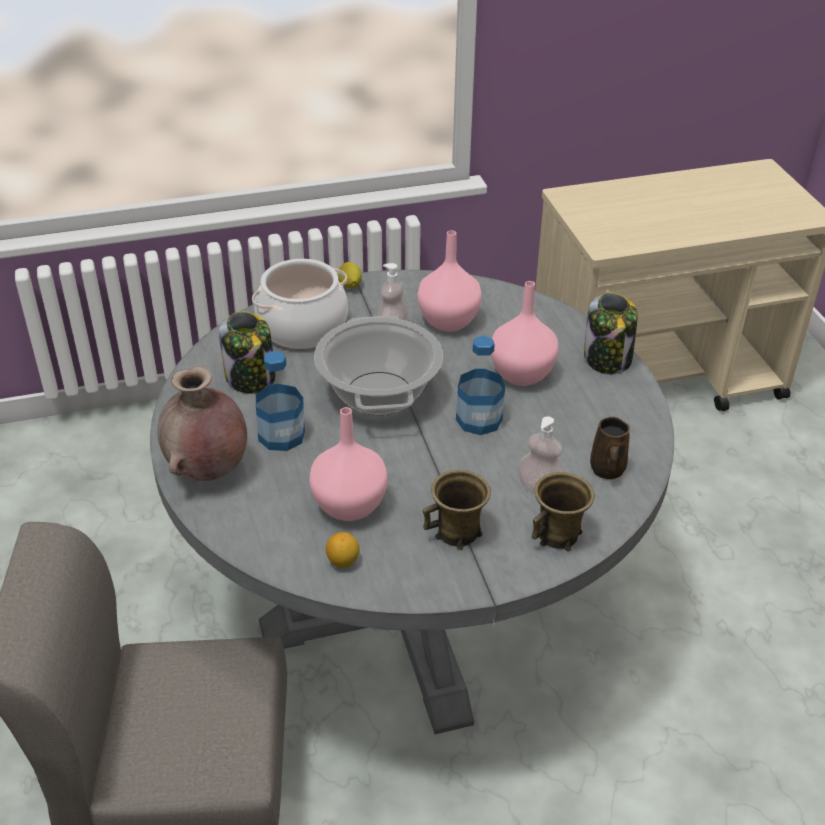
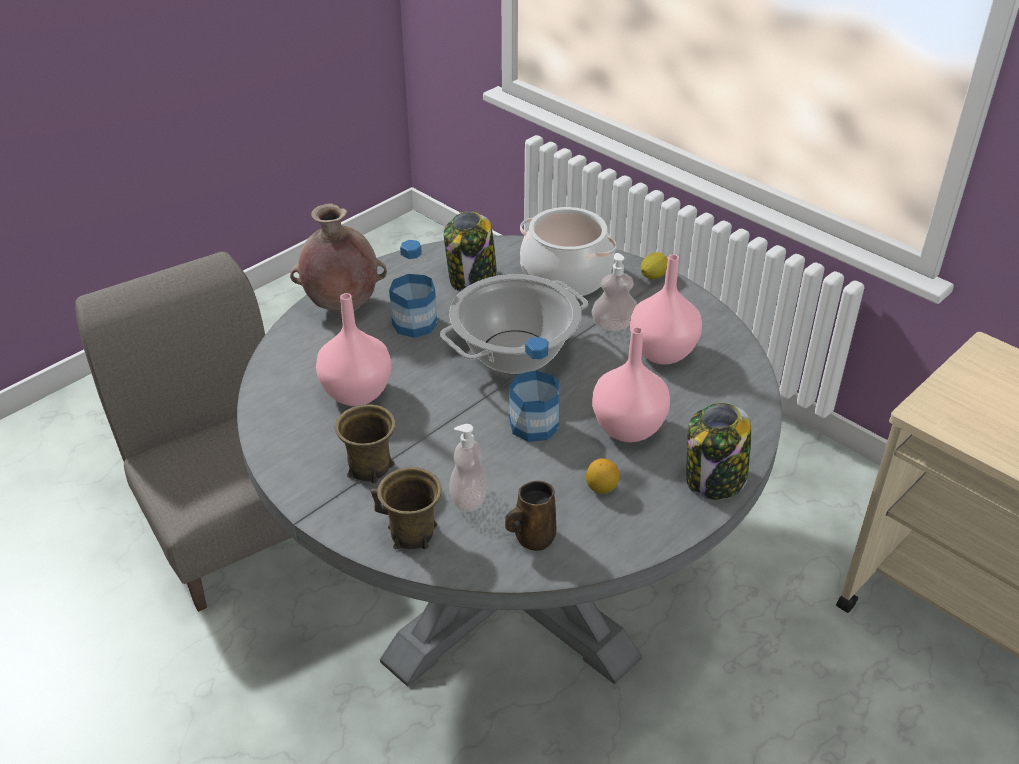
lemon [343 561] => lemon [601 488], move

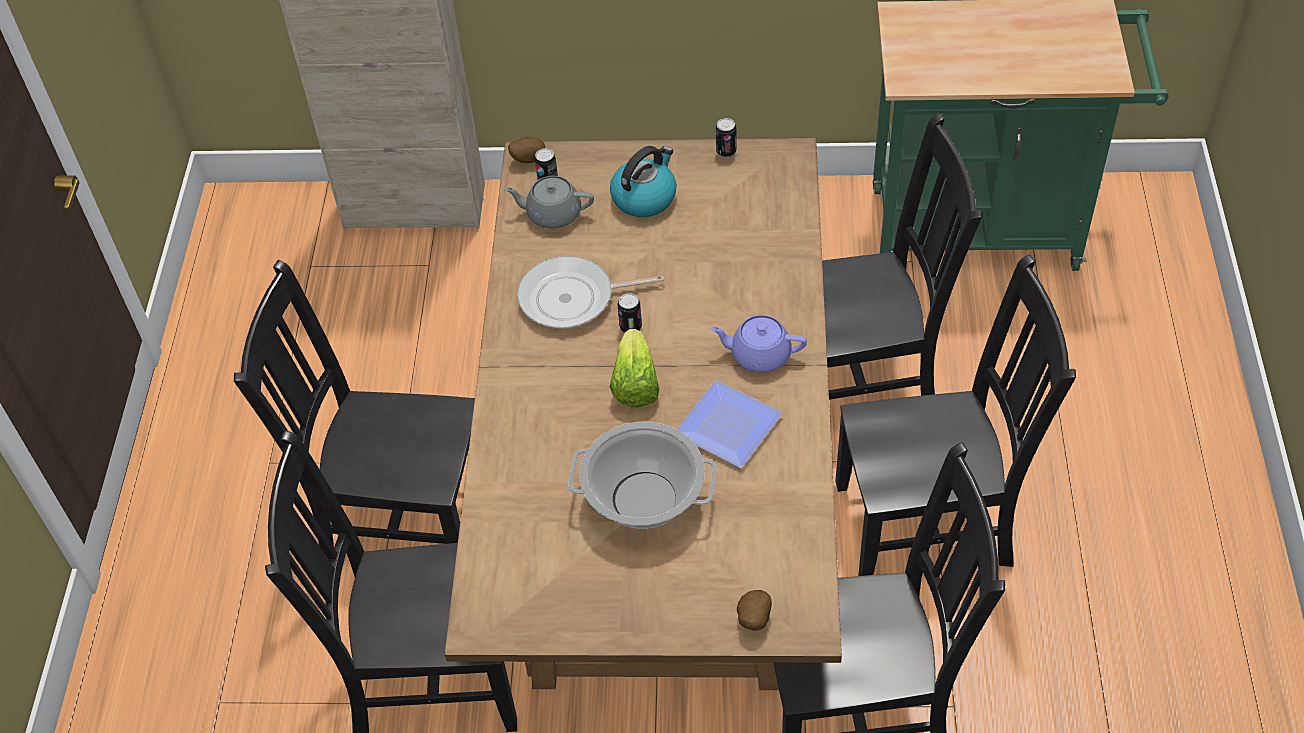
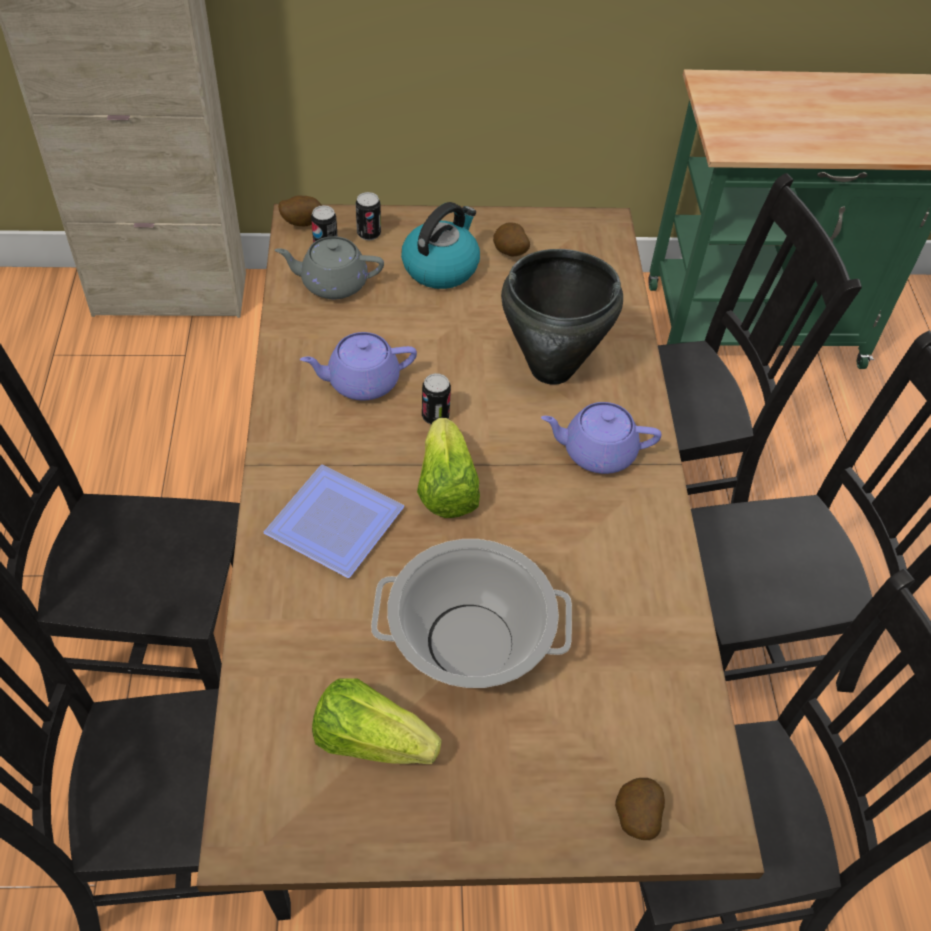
frying pan [572 298] => purple teapot [361 381]
plate [732 426] => plate [340 522], move
can [726 151] => can [369 234], move
nothing => lettuce [371 739]
nothing => potato [509 254]
nothing => black cooking pot [552 369]

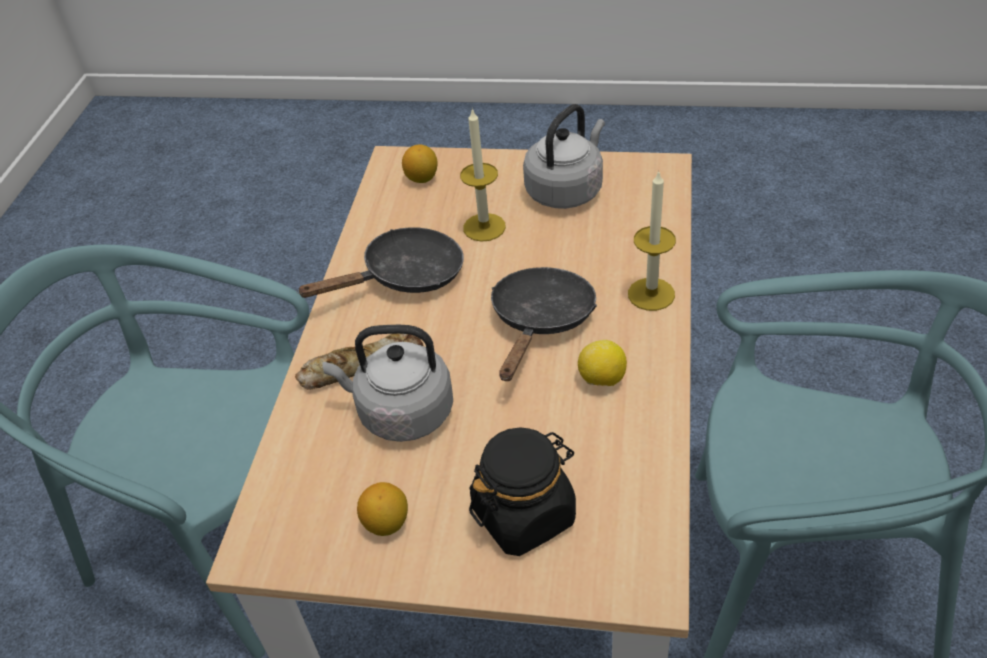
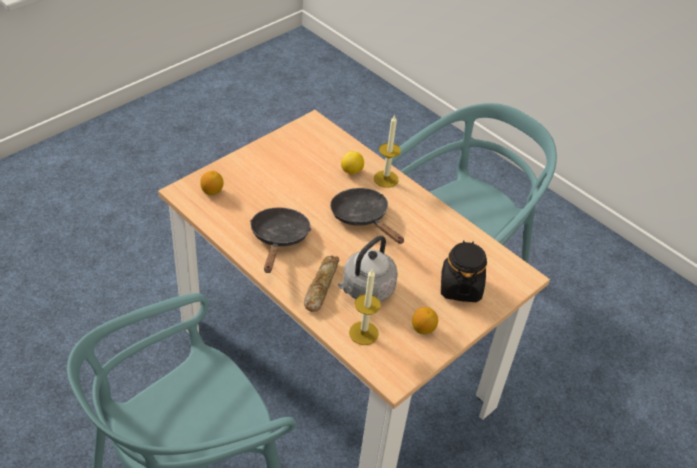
candle [484 227] => candle [363 333], move
grey kettle [566 190] => nothing
lemon [601 379] => lemon [352 172], move

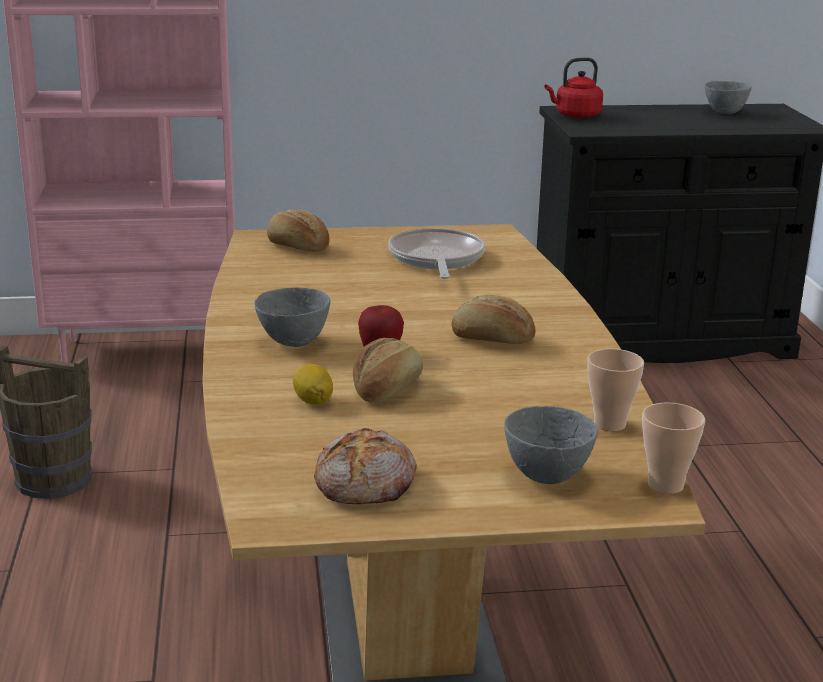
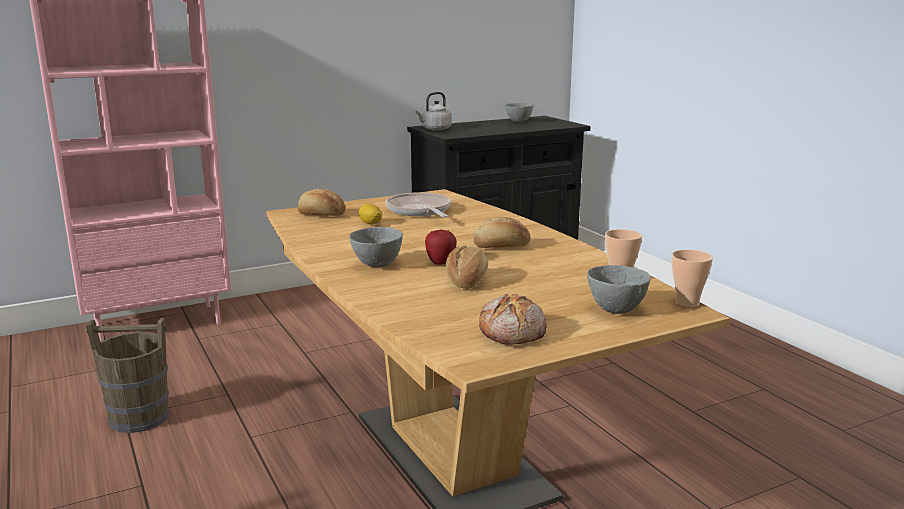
lemon [313 401] => lemon [370 223], move
red kettle [575 115] => grey kettle [435 129]

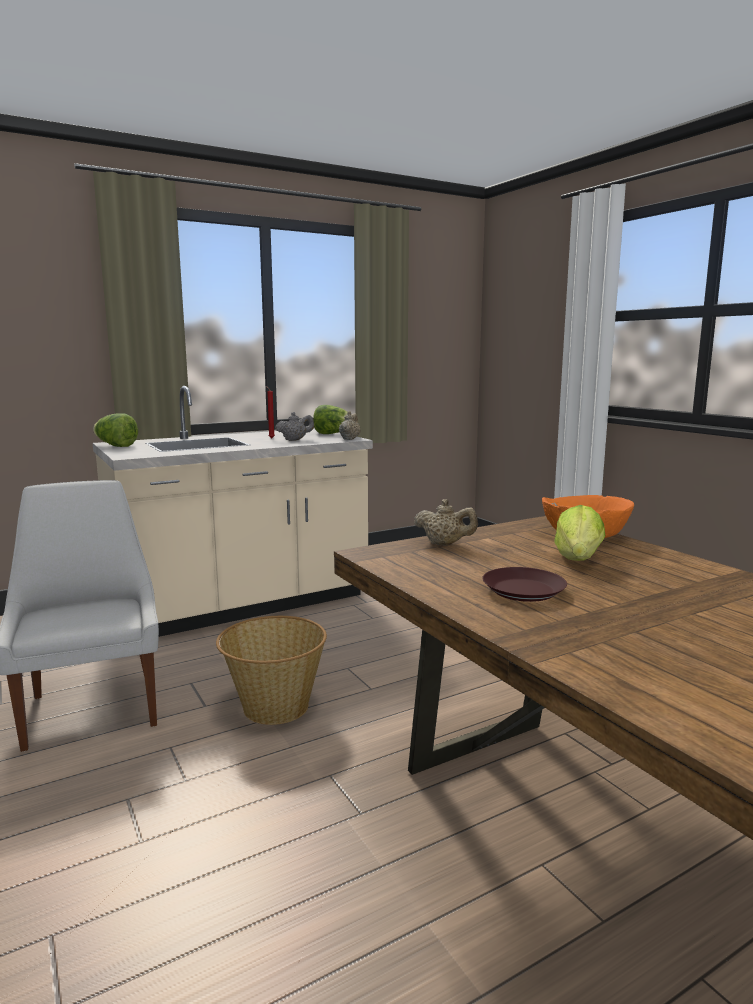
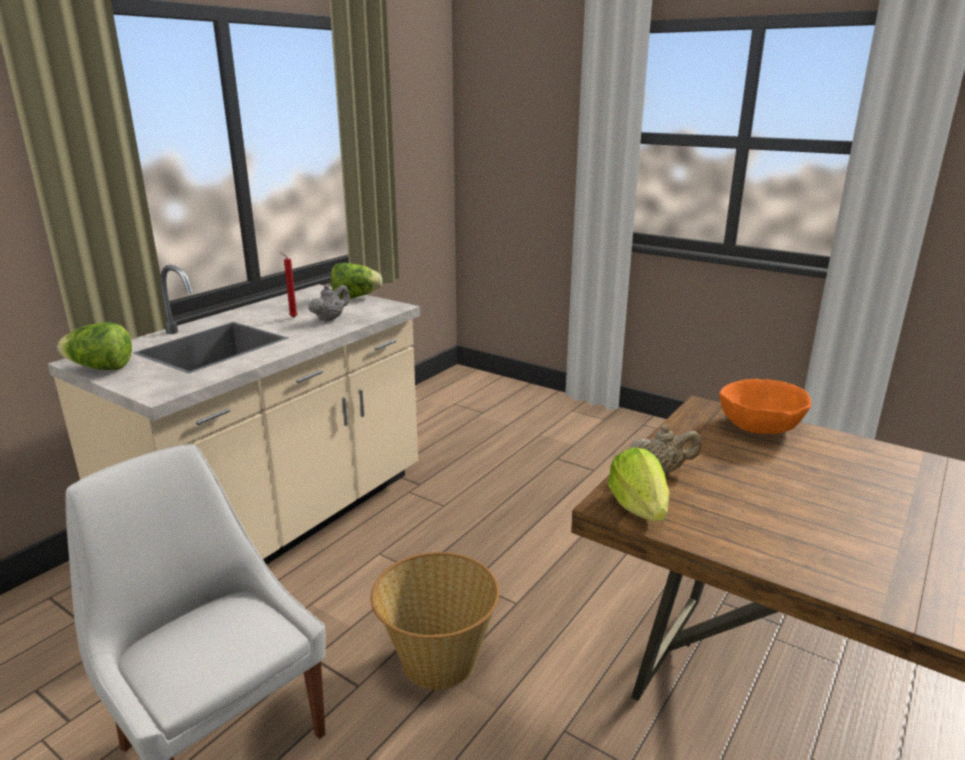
beige teapot [350 439] => nothing
brown plate [524 590] => nothing
lettuce [578 559] => lettuce [639 508], move

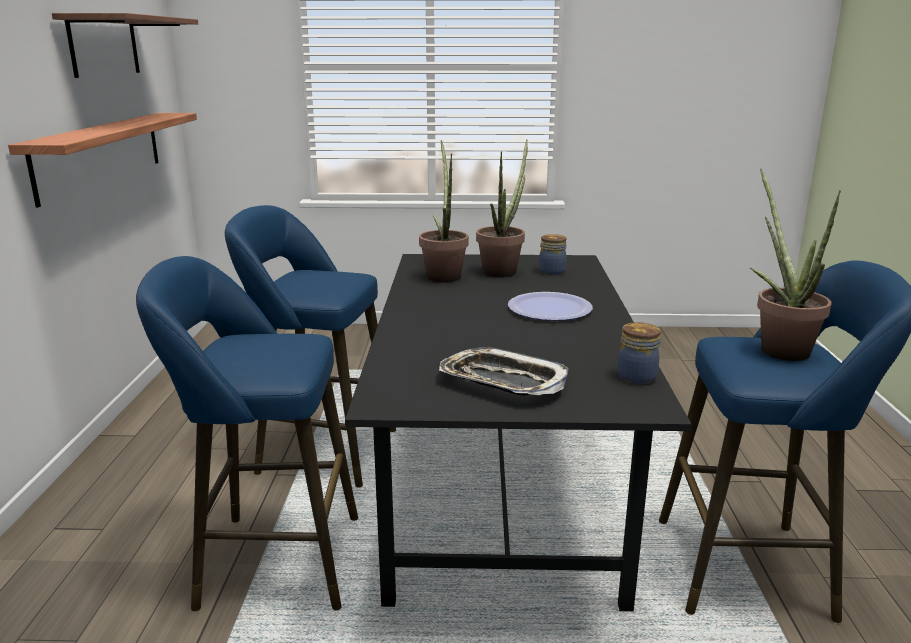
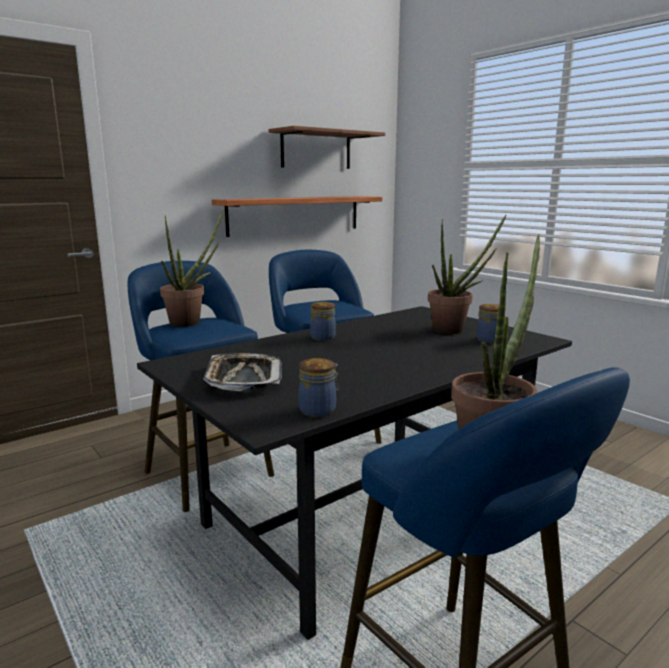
potted plant [443 275] => potted plant [191 322], move
plate [549 309] => nothing
nothing => jar [322 337]

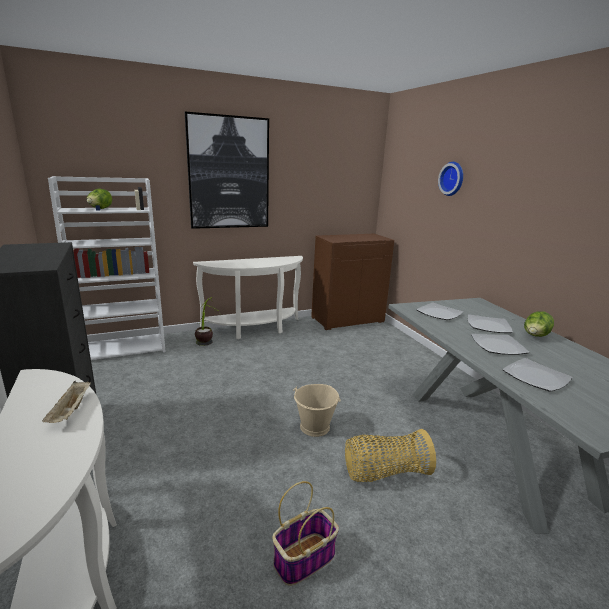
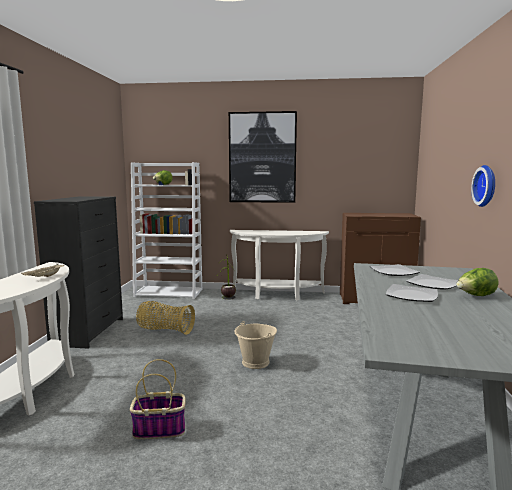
basket [384 473] => basket [165 330], move
wall clock [453 179] => wall clock [487 186], move
plate [535 377] => nothing

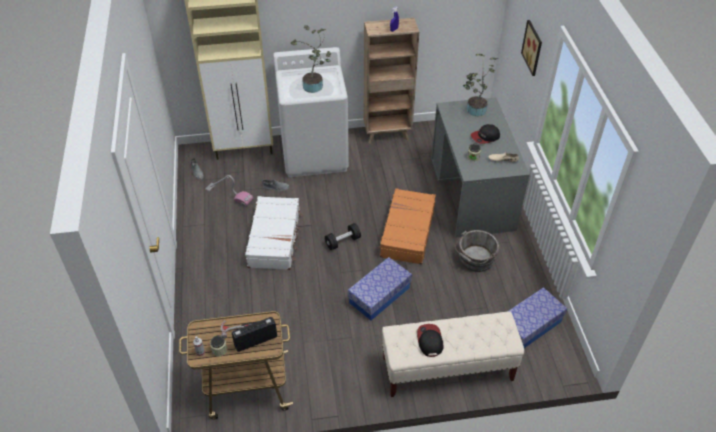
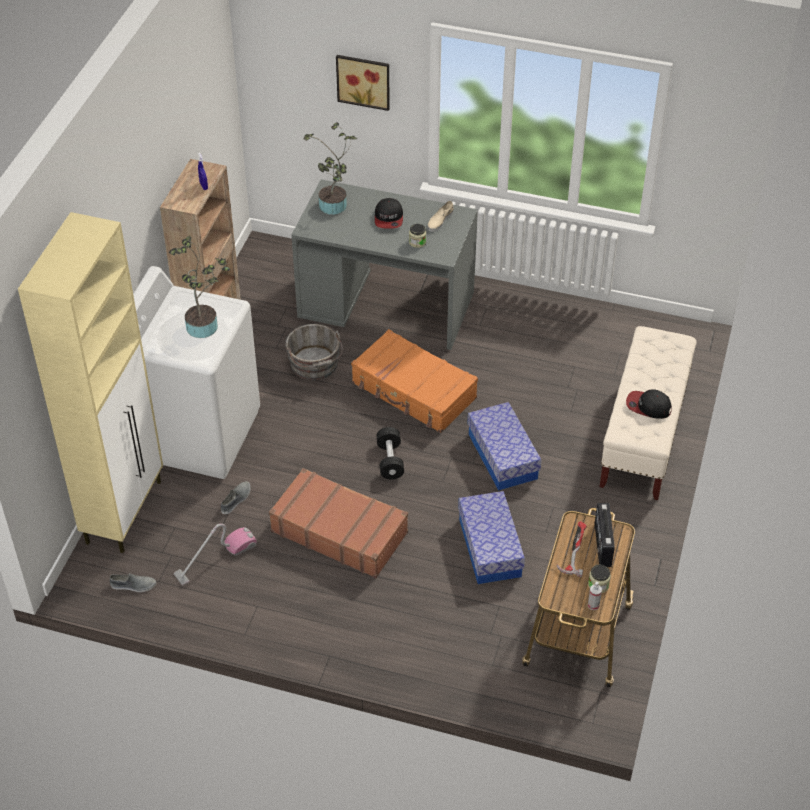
white suitcase [275 239] => brown suitcase [339 531]
grey bucket [475 260] => grey bucket [315 366], move
storage box [529 326] => storage box [490 548], move

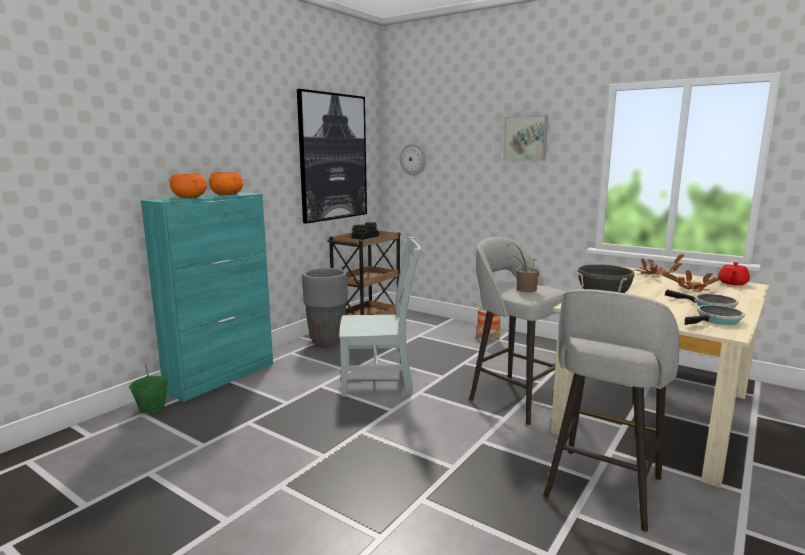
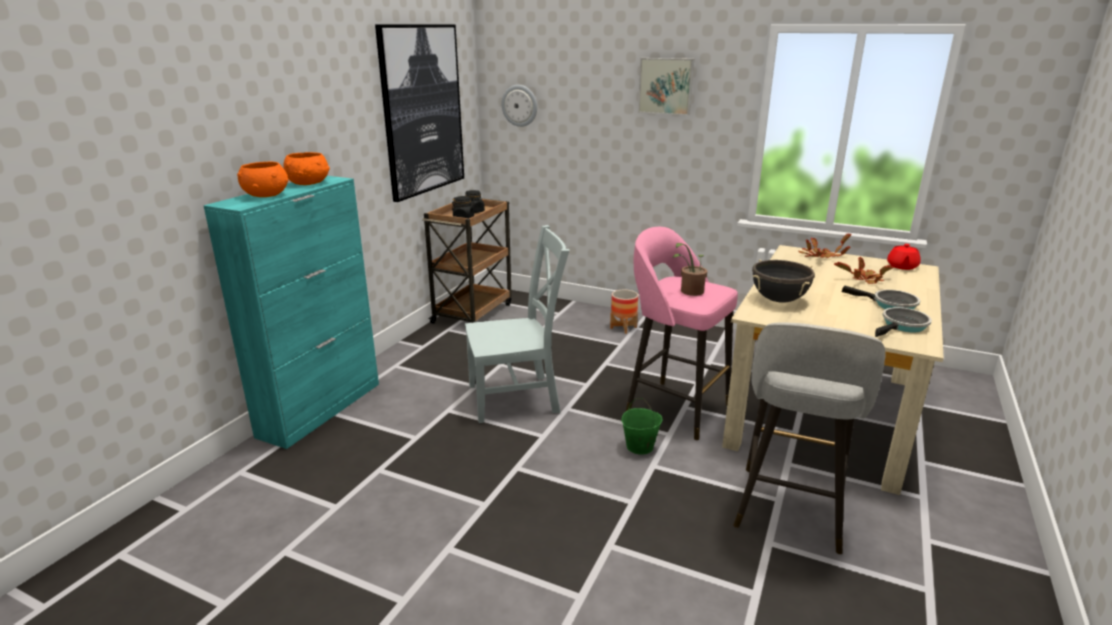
green bucket [151 408] => green bucket [639 447], move
grey planter [327 341] => nothing
grey stool [515 399] => pink stool [675 408]

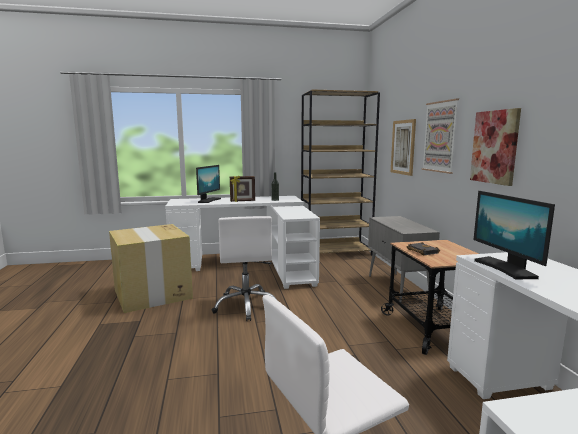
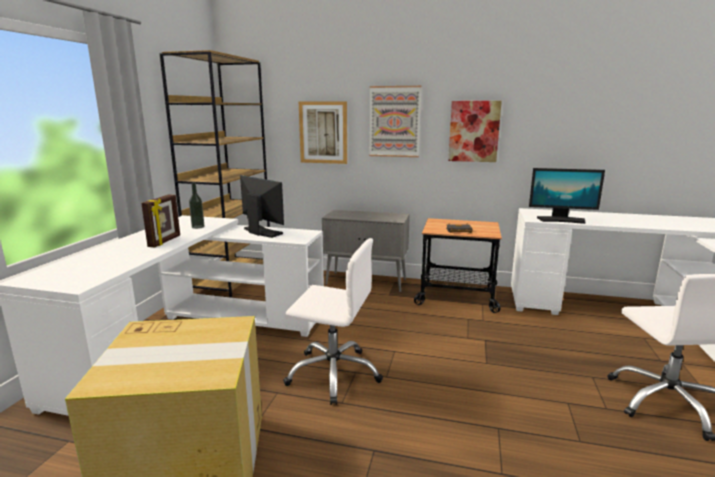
monitor [208 200] => monitor [261 232], move

